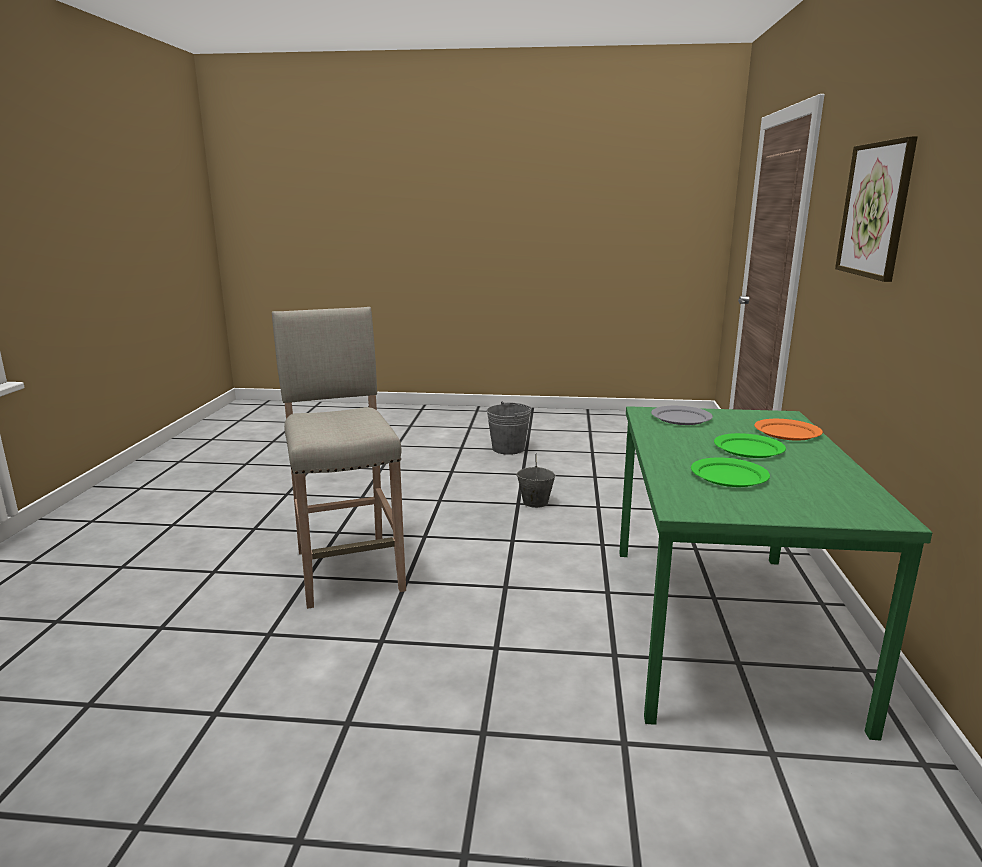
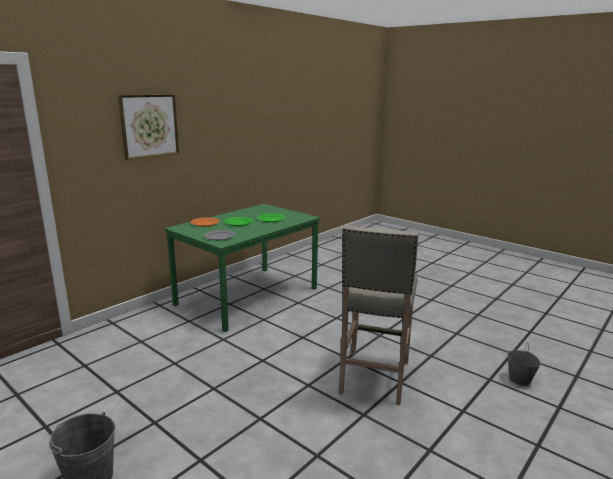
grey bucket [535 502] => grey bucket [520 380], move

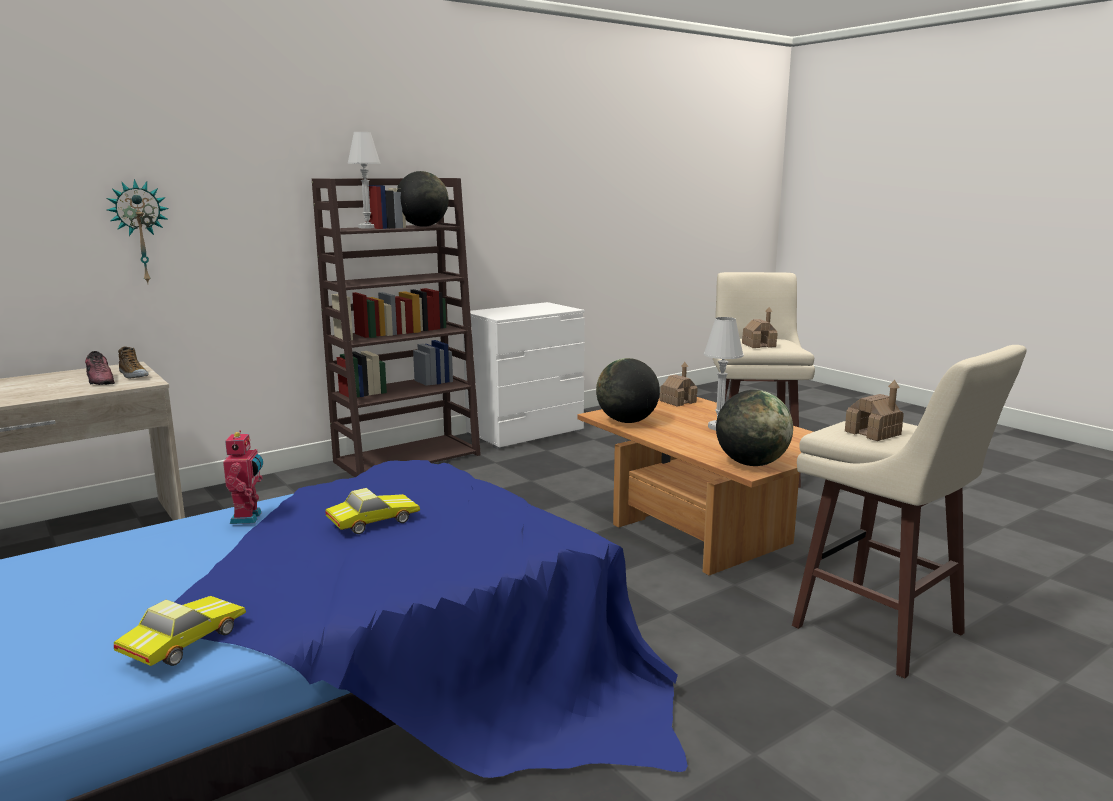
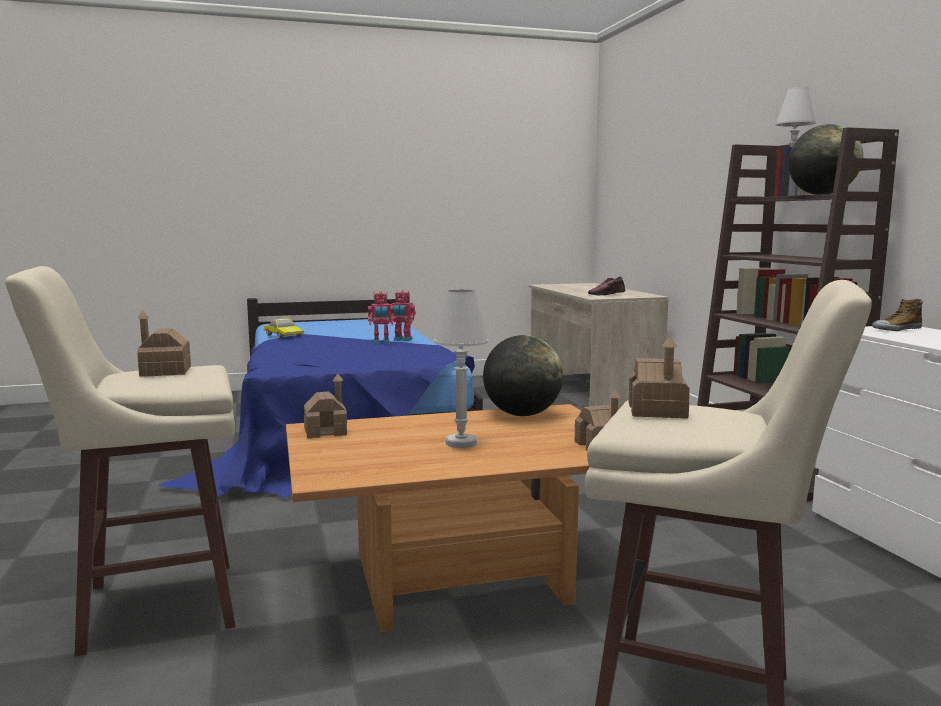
wall clock [140 232] => nothing
shoe [133 375] => shoe [896 329], move
toy car [372 520] => nothing
globe [751 463] => toy house [325 431]
nothing => toy robot [381 342]

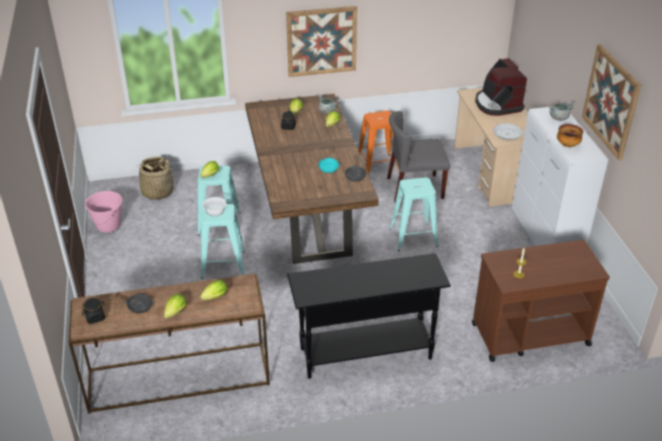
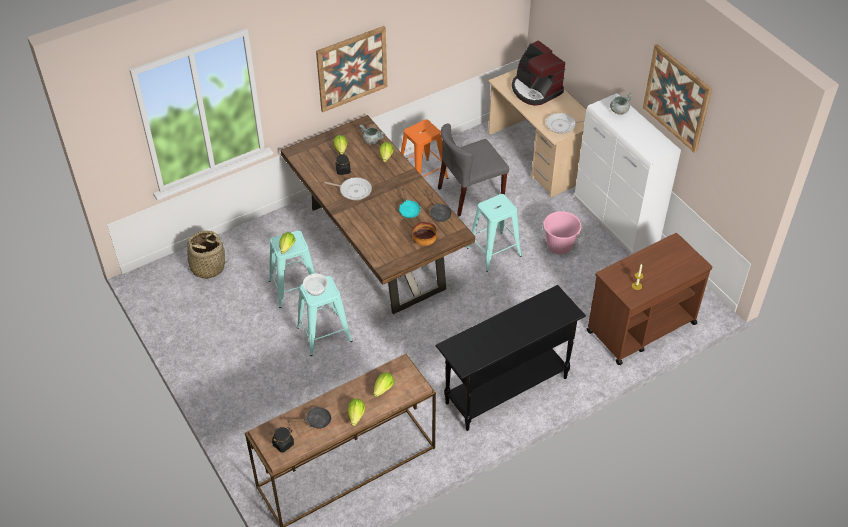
pink bucket [108 225] => pink bucket [559 246], move
bowl [567 145] => bowl [424 242], move
nothing => frying pan [353 190]

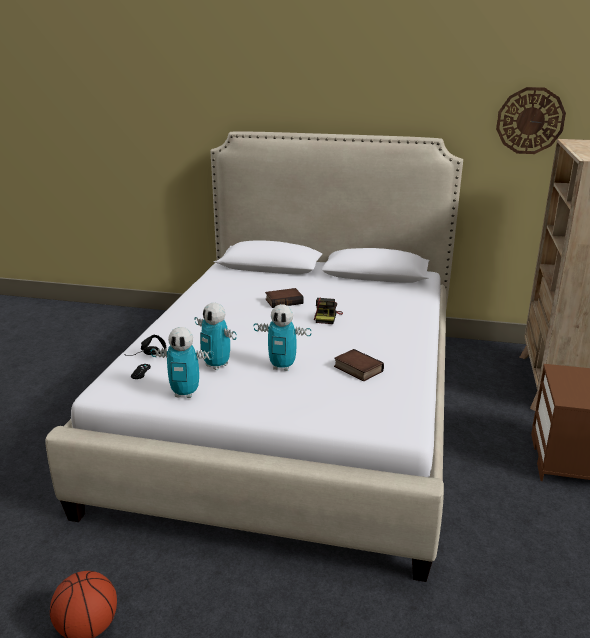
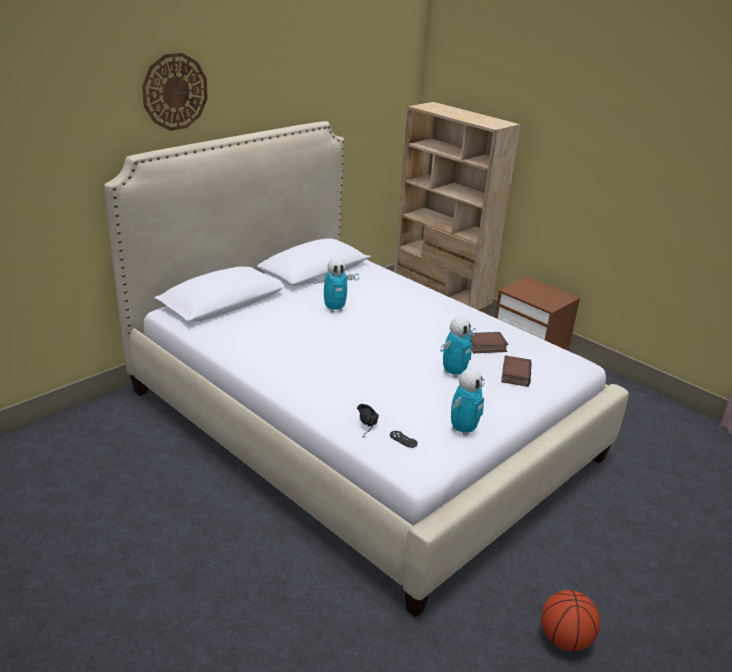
toy robot [217 365] => toy robot [334 309], move
book [284 301] => book [514 374], move
photo camera [327 317] => nothing
wall clock [530 121] => wall clock [175 92], move

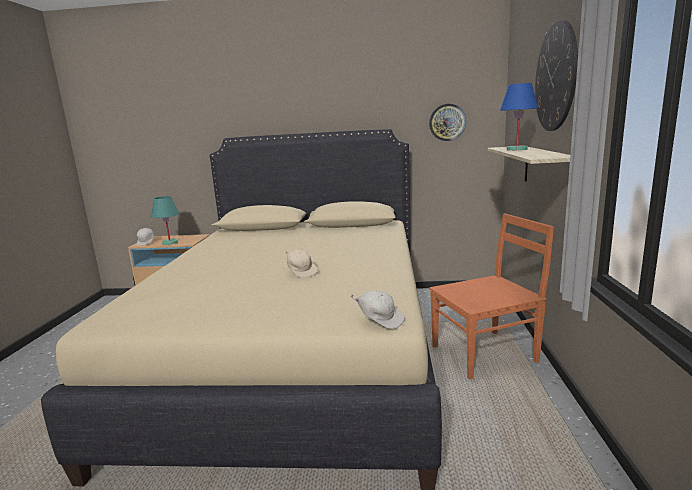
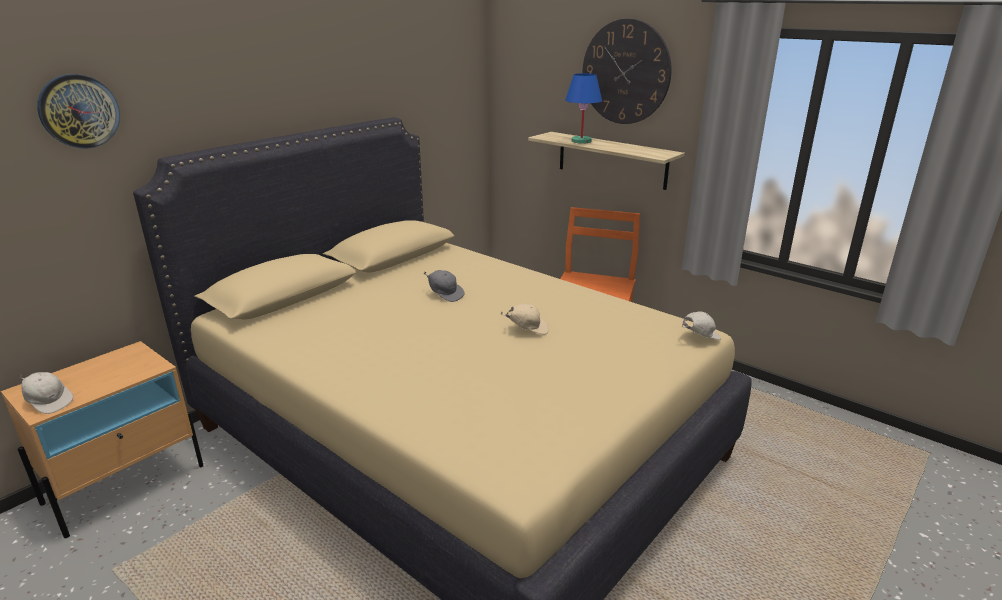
turquoise table lamp [170 243] => nothing
wall clock [447 122] => wall clock [79 111], move
nothing => grey cap [445 294]

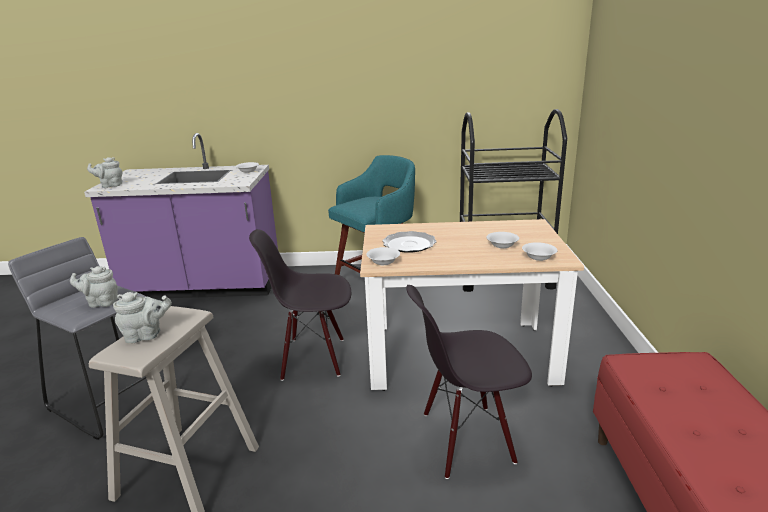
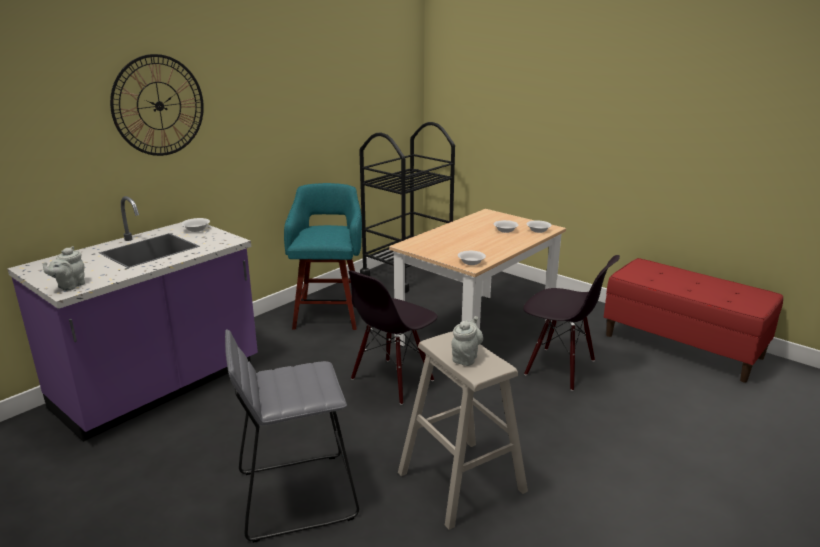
grey teapot [101 302] => nothing
plate [409 244] => nothing
black chair [466 439] => black chair [560 368], 90 degrees counterclockwise
nothing => wall clock [159 106]

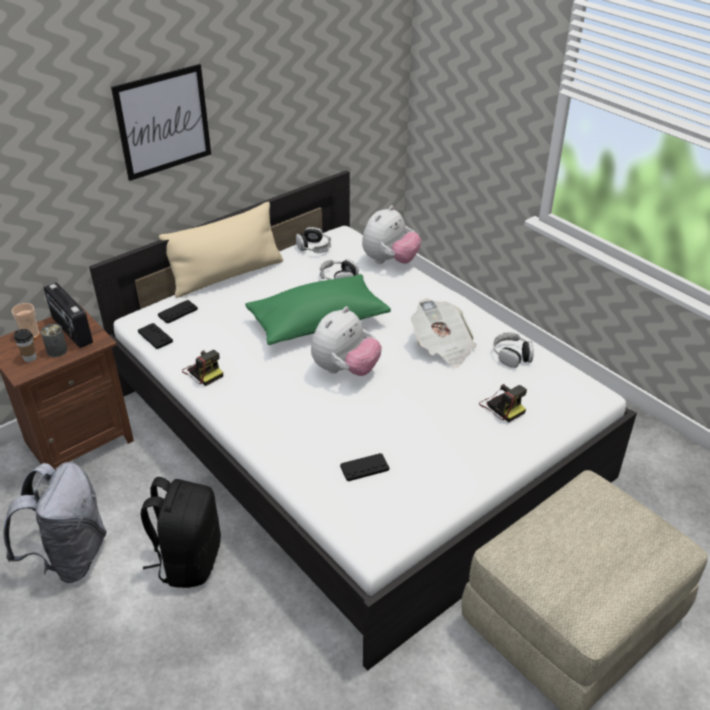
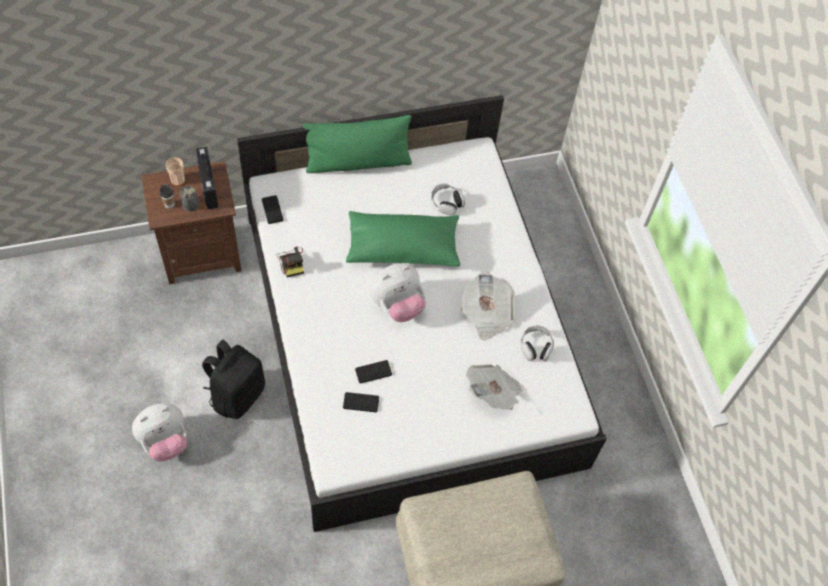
grey backpack [70 557] => nothing
picture [163 122] => nothing
black game controller [177 312] => black game controller [373 372], move
beige pillow [227 275] => green pillow [358 162]
headphones [314 247] => nothing
plush toy [389 261] => plush toy [165 441], move
photo camera [502 406] => newspaper [494 393]

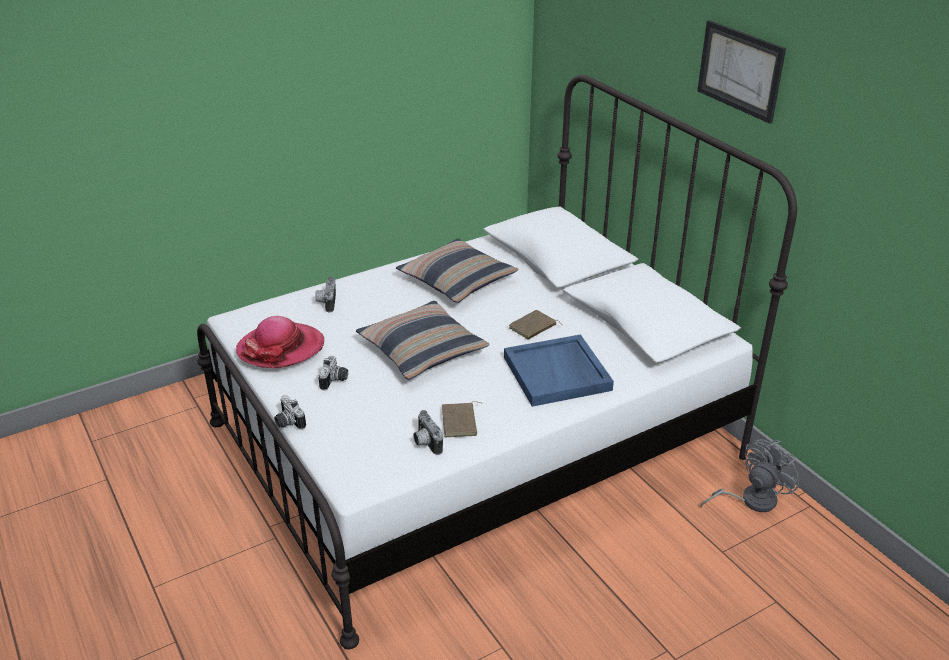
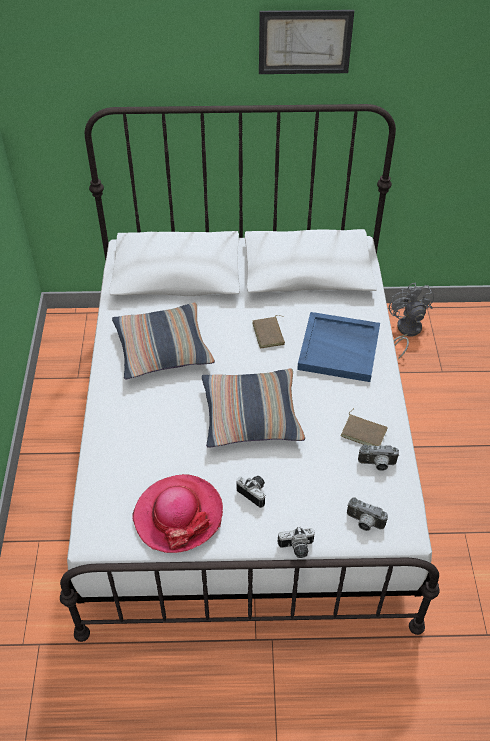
photo camera [326 303] => photo camera [364 523], move

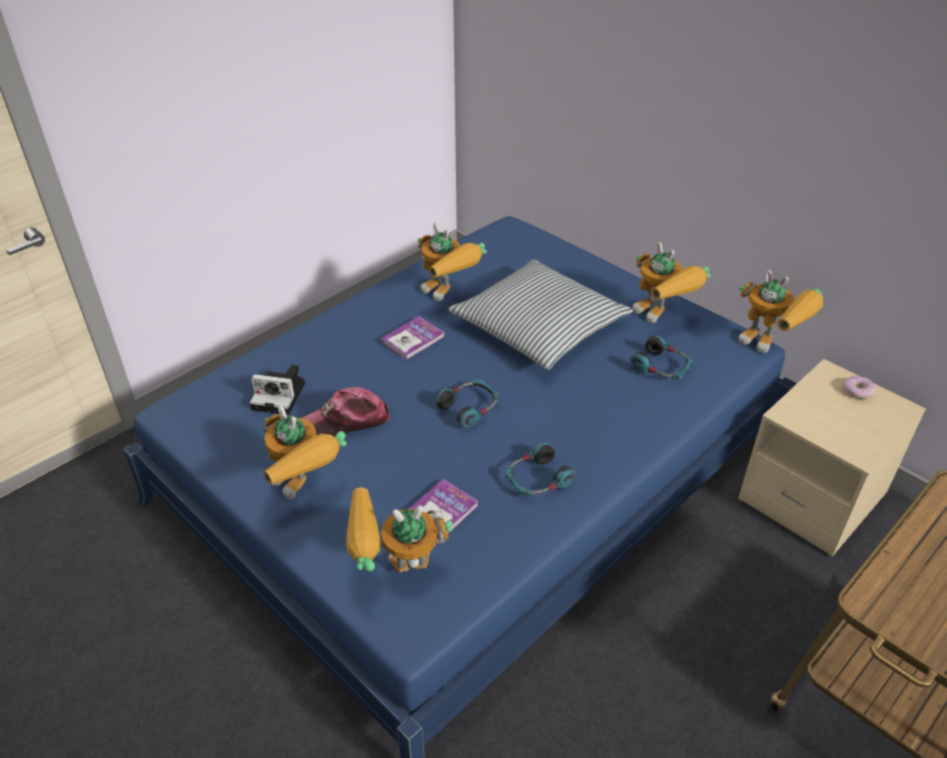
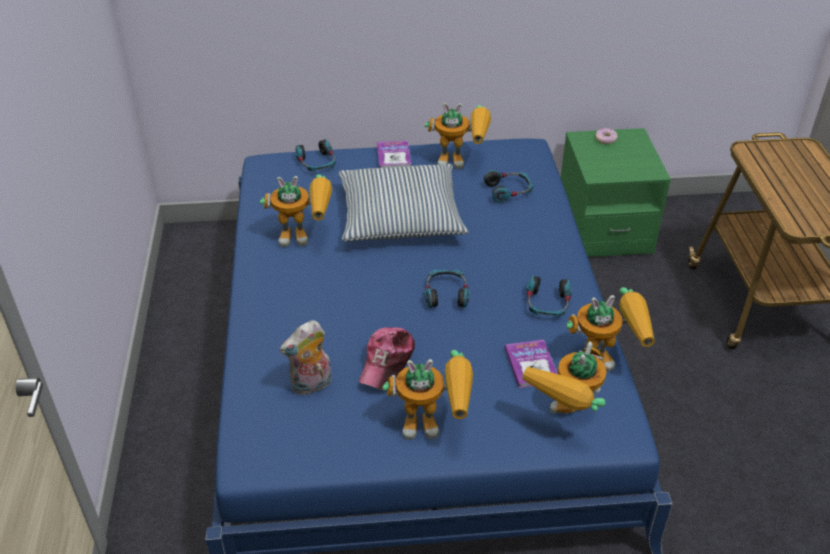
photo camera [281 396] => plush toy [311 385]
book [413 339] => book [393 156], move
beige nightstand [812 496] => green nightstand [603 229]
toy robot [771 345] => toy robot [607 357], move
nothing => headphones [317 163]

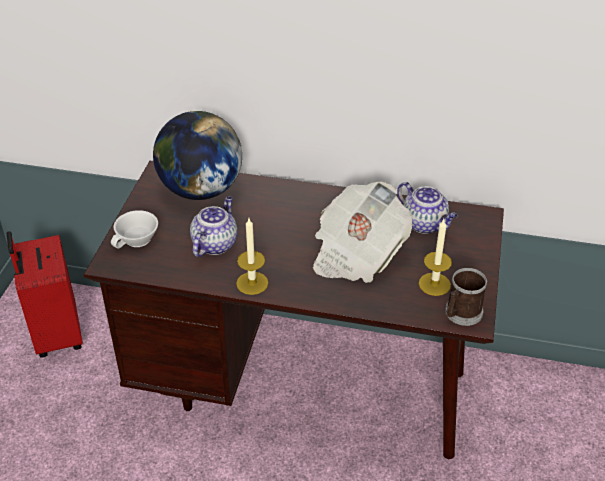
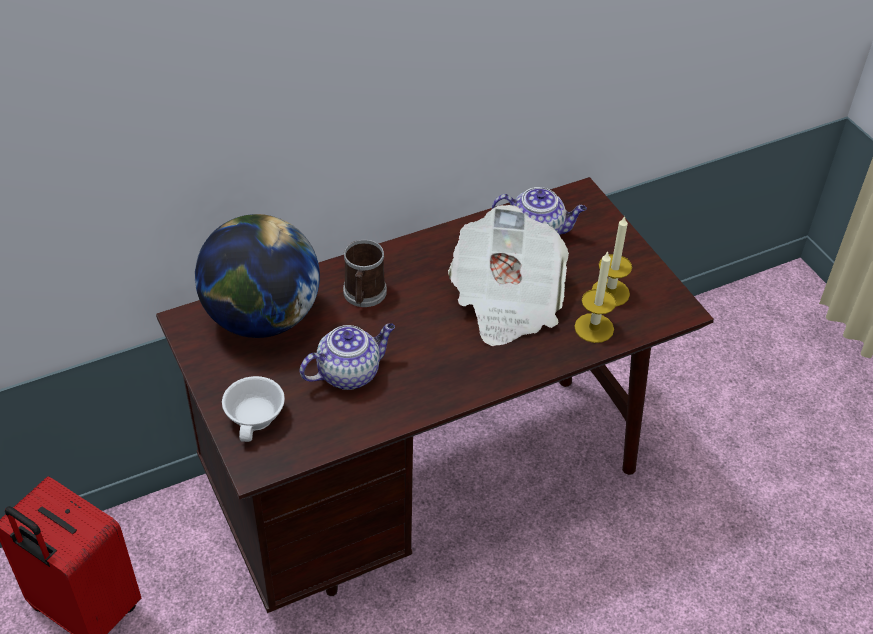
teapot [215 243] => teapot [349 372], 75 degrees clockwise
candle [252 283] => candle [594 328], move
mug [461 314] => mug [363 295], move

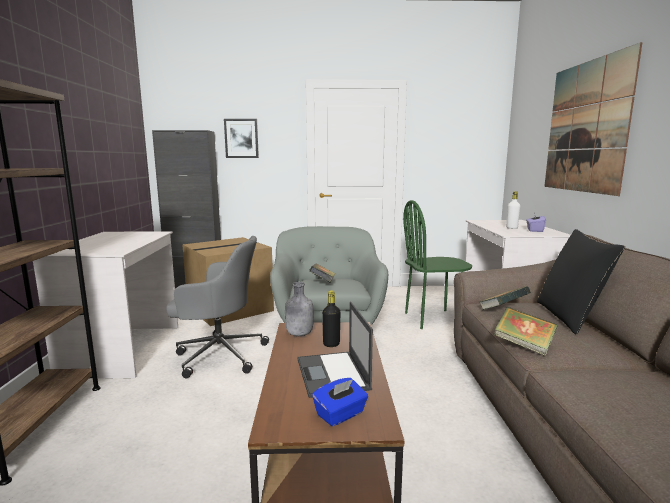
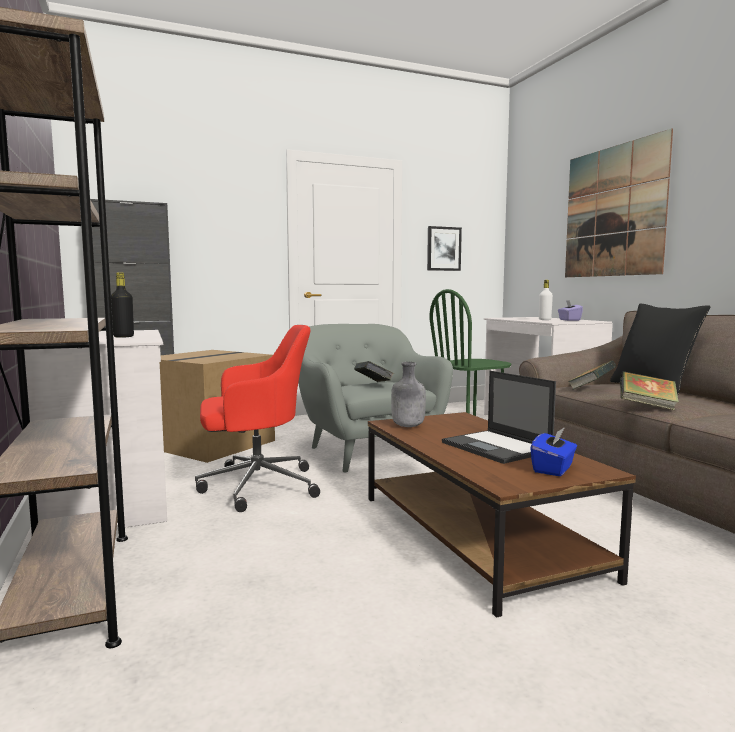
grey office chair [219 354] => red office chair [256 486]
picture [241 138] => picture [443 249], move
black bottle [331 344] => black bottle [123 337], move

